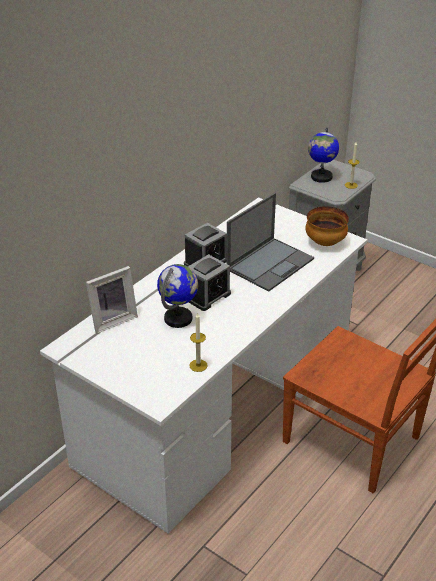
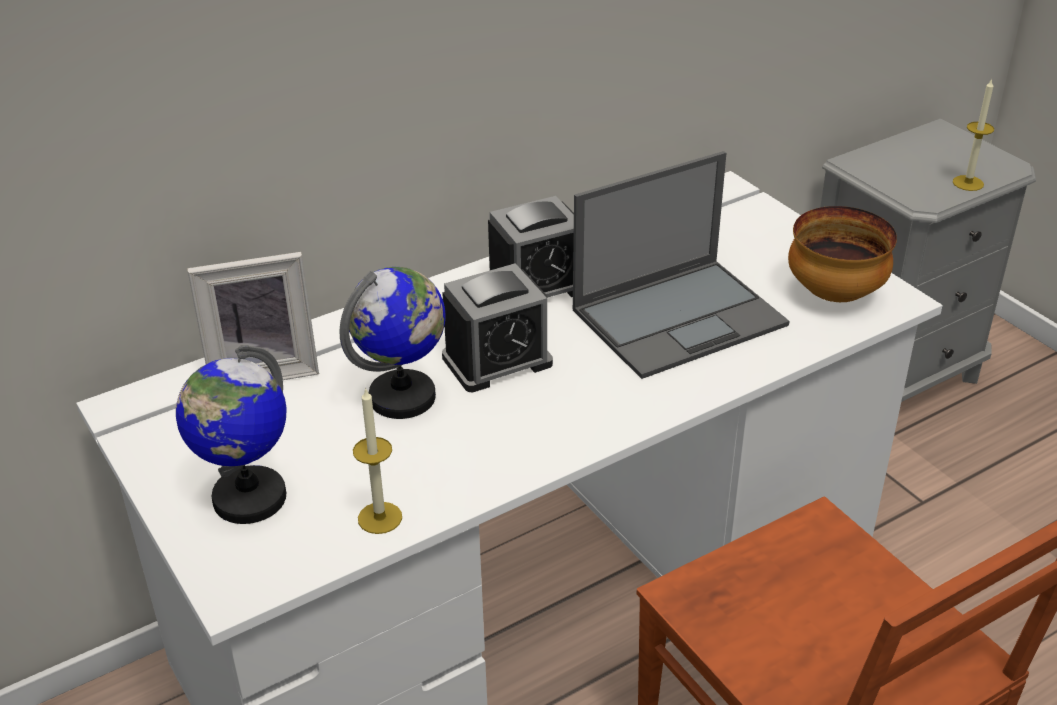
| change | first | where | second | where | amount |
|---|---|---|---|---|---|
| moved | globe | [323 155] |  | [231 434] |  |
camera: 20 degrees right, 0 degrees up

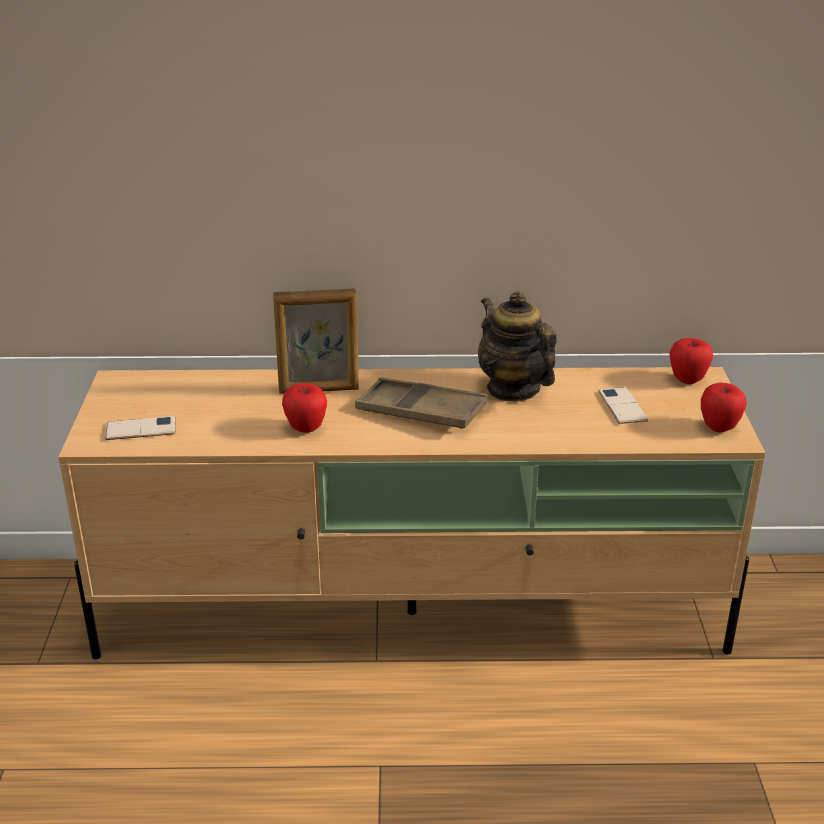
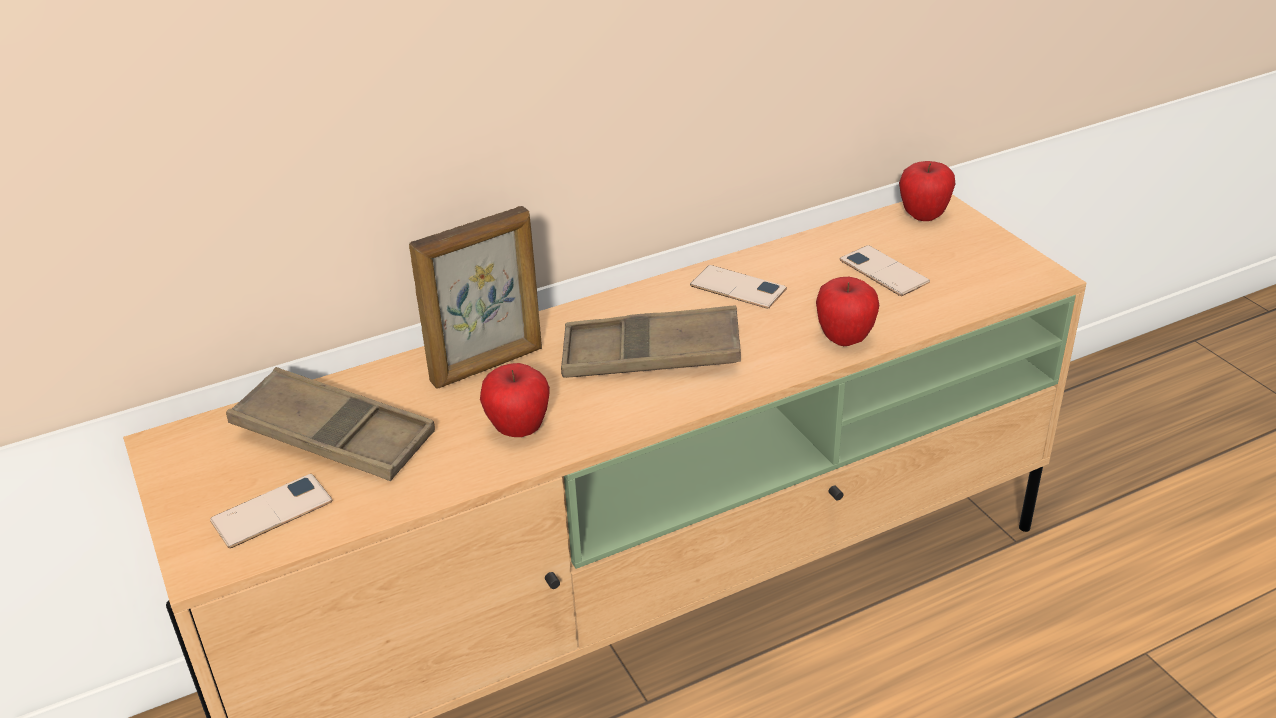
| change | first | where | second | where | amount |
|---|---|---|---|---|---|
| added |  |  | tray (brown) | [330 424] |  |
| replaced | teapot | [517 346] | phone | [738 287] |  |
| moved | apple | [724 407] |  | [847 311] |  |
camera: 25 degrees left, 5 degrees up

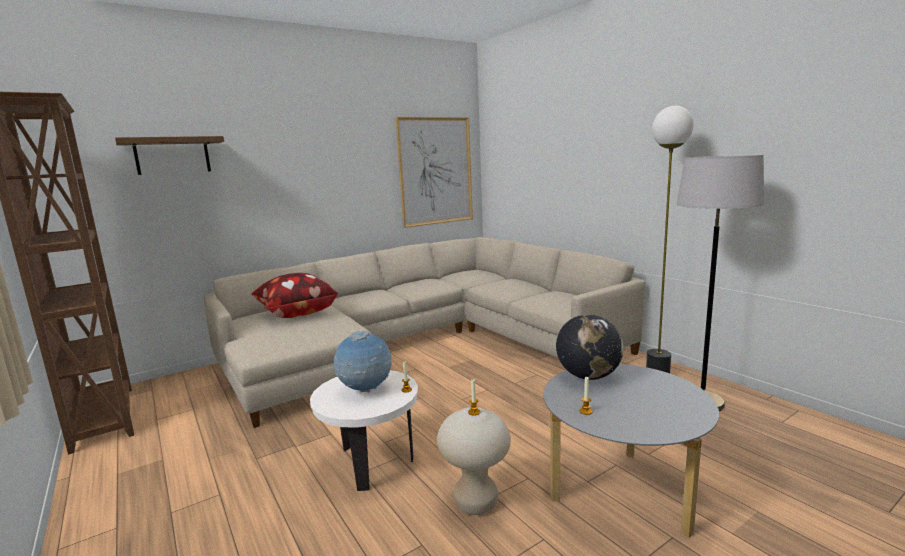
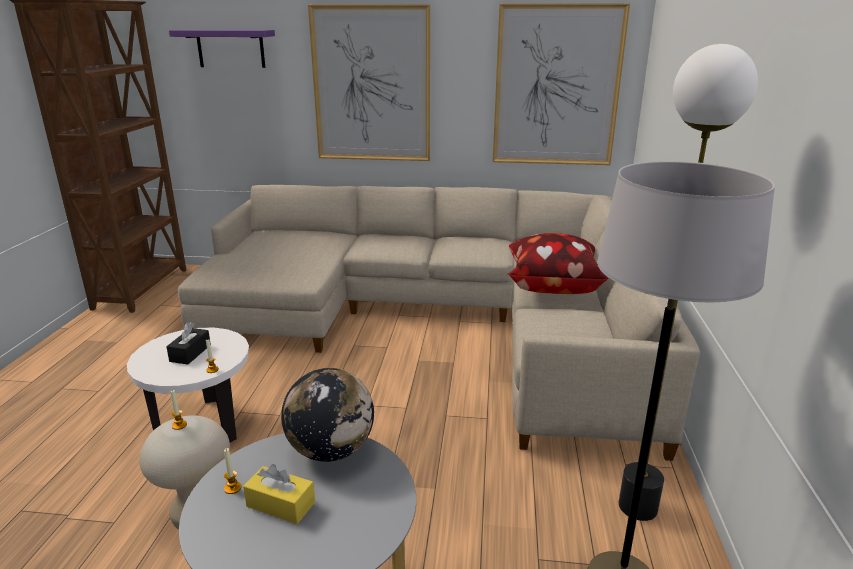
| change | first | where | second | where | amount |
|---|---|---|---|---|---|
| replaced | globe | [363 361] | tissue box (black) | [188 343] |  |
| recoloured | shelf (brown) | [169 155] | shelf (purple) | [222 49] |  |
| added |  |  | tissue box (yellow) | [279 494] |  |
| added |  |  | picture | [369 82] |  |
| moved | pillow | [295 295] |  | [557 263] |  |
camera: 40 degrees right, 10 degrees up

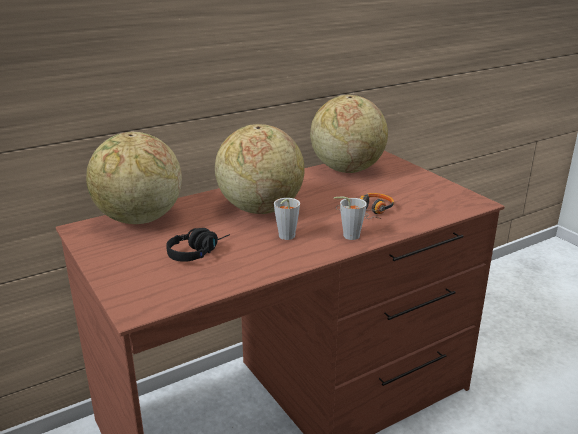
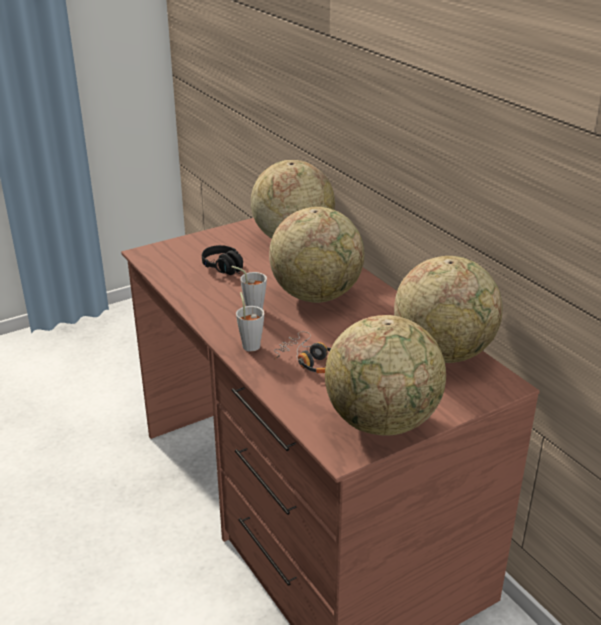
| change | first | where | second | where | amount |
|---|---|---|---|---|---|
| added |  |  | globe | [385 375] |  |
camera: 90 degrees right, 5 degrees up

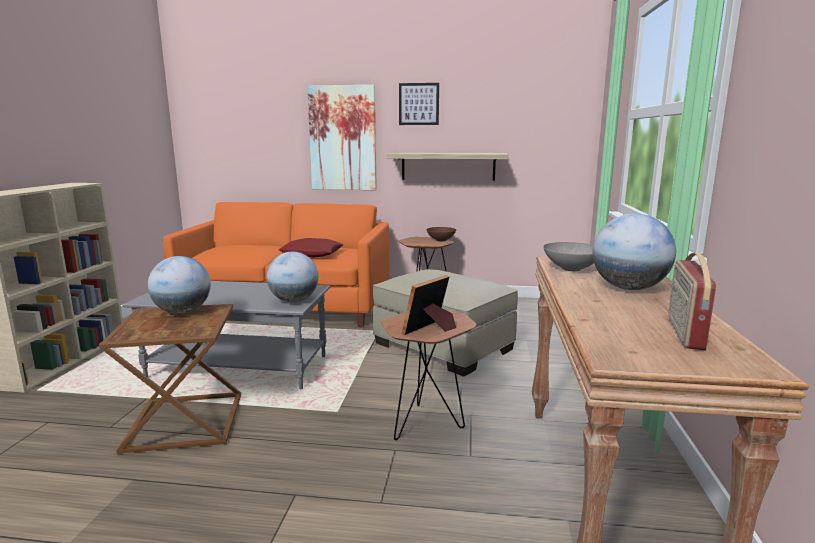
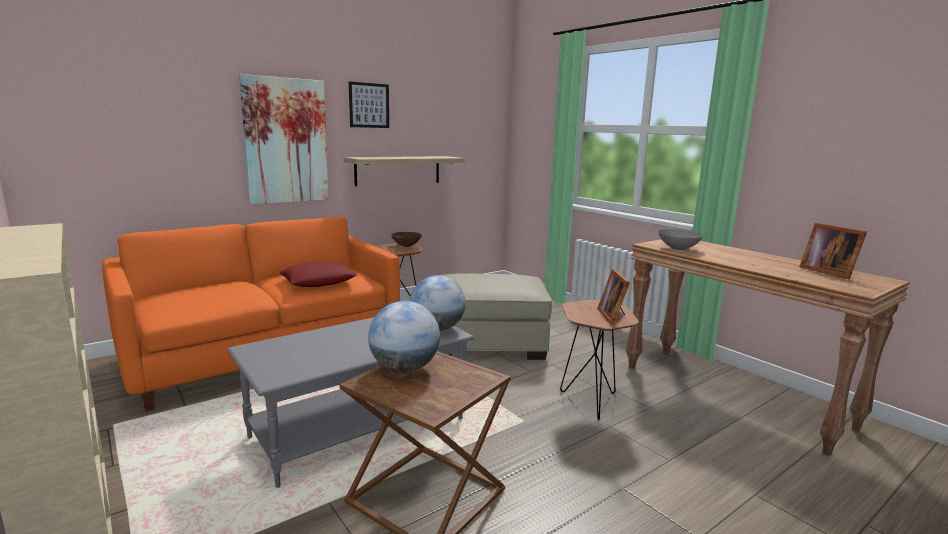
| change | first | where | second | where | amount |
|---|---|---|---|---|---|
| replaced | radio | [692 301] | picture frame | [833 251] |  |
| removed | globe | [634 252] |  |  |  |
camera: 45 degrees left, 0 degrees up

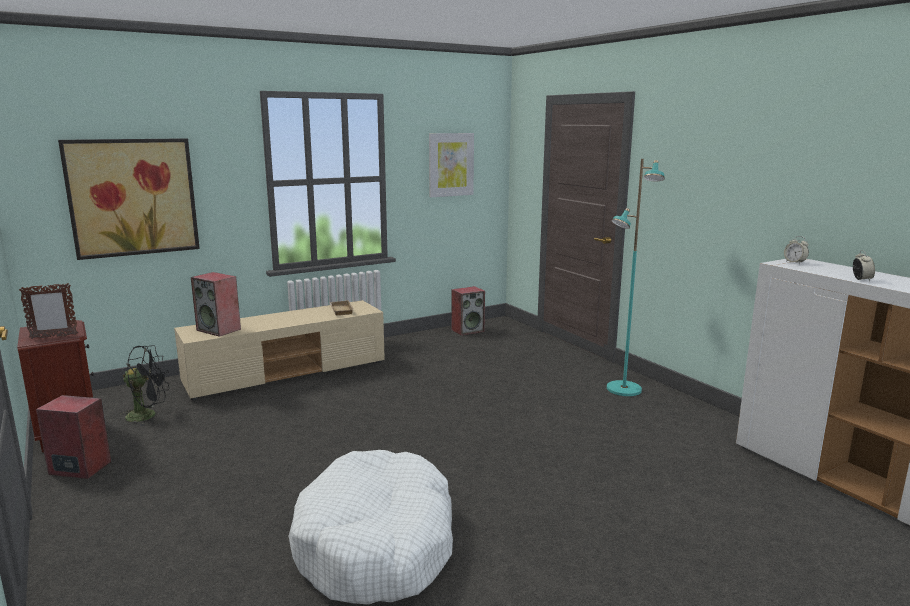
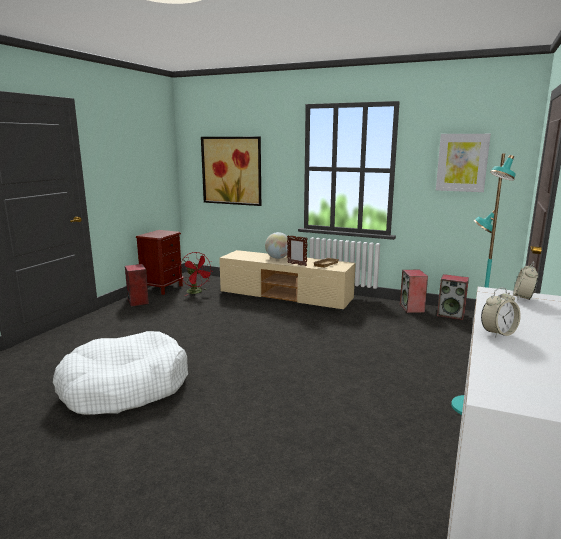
| change | first | where | second | where | amount |
|---|---|---|---|---|---|
| recoloured | fan (black) | [145 386] | fan (red) | [196 274] |  |
| added |  |  | globe | [277 245] |  |
| moved | picture frame | [48 311] |  | [297 250] |  |
| moved | speaker | [216 304] |  | [414 291] |  |
camera: 55 degrees right, 0 degrees up

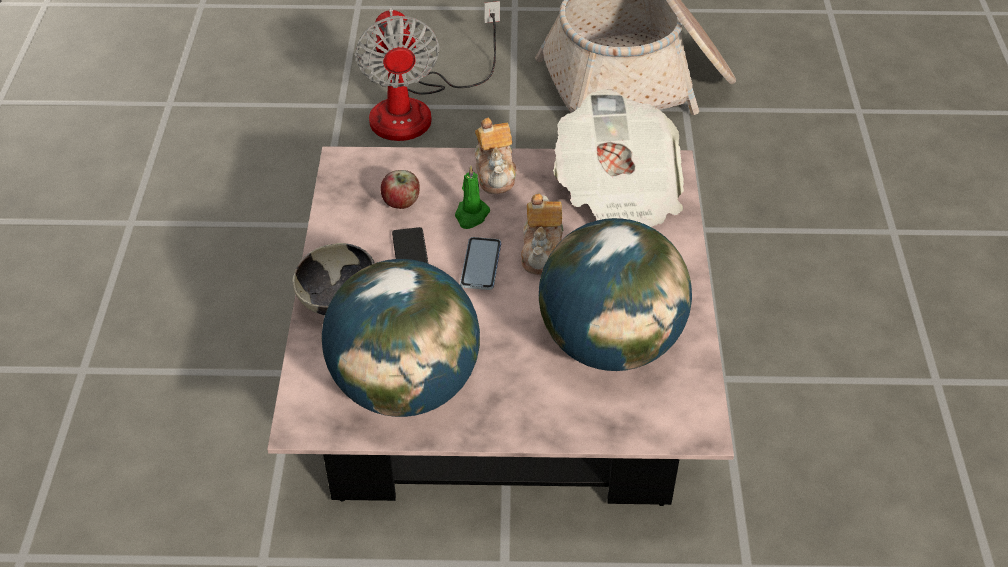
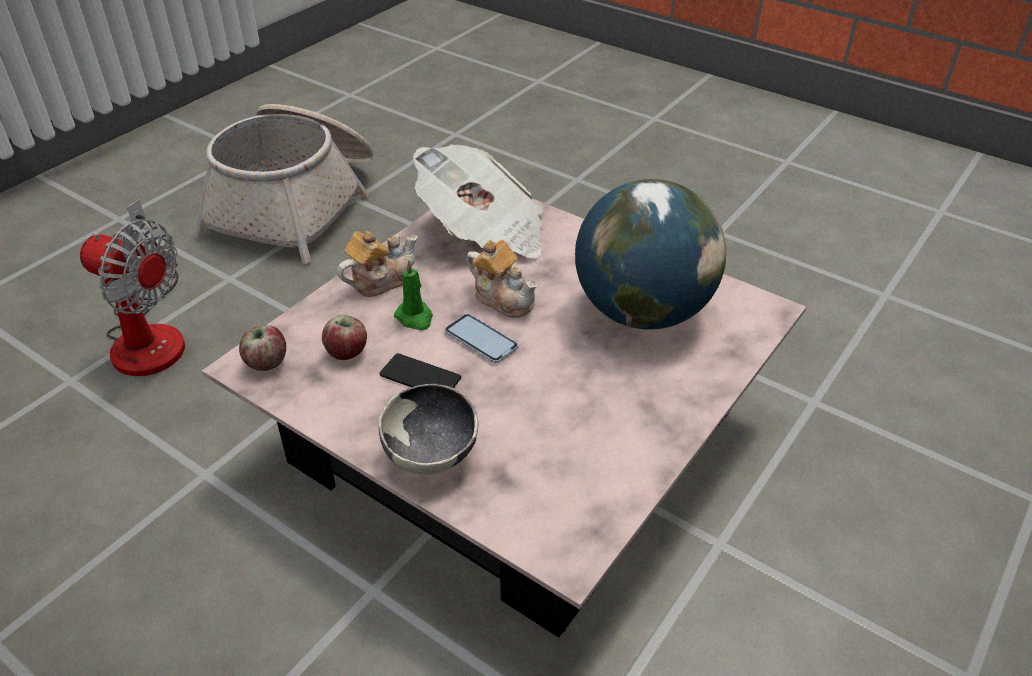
| change | first | where | second | where | amount |
|---|---|---|---|---|---|
| added |  |  | apple | [262 348] |  |
| turned | teapot | [495 156] |  | [377 264] | 60 degrees counterclockwise |
| removed | globe | [401 338] |  |  |  |
camera: 55 degrees left, 5 degrees down

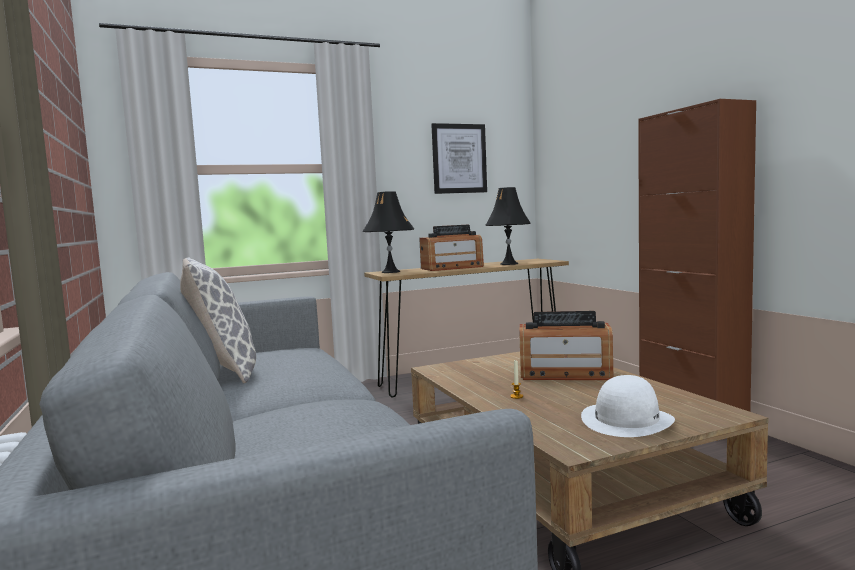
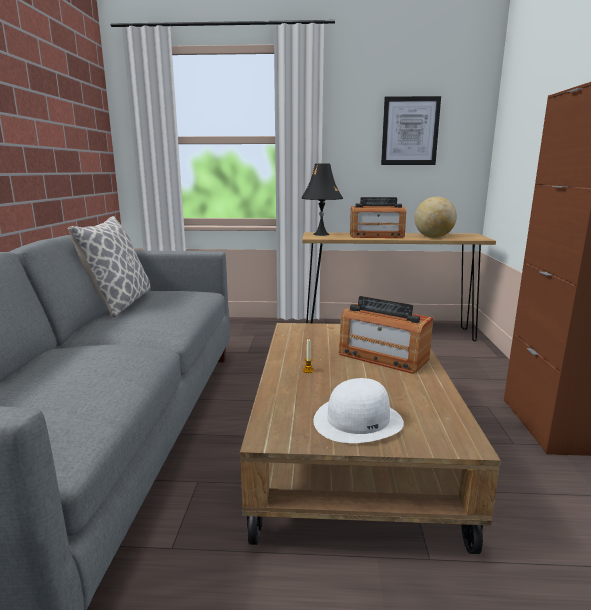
| change | first | where | second | where | amount |
|---|---|---|---|---|---|
| replaced | table lamp (black) | [508 226] | globe | [435 217] |  |
camera: 25 degrees right, 10 degrees up

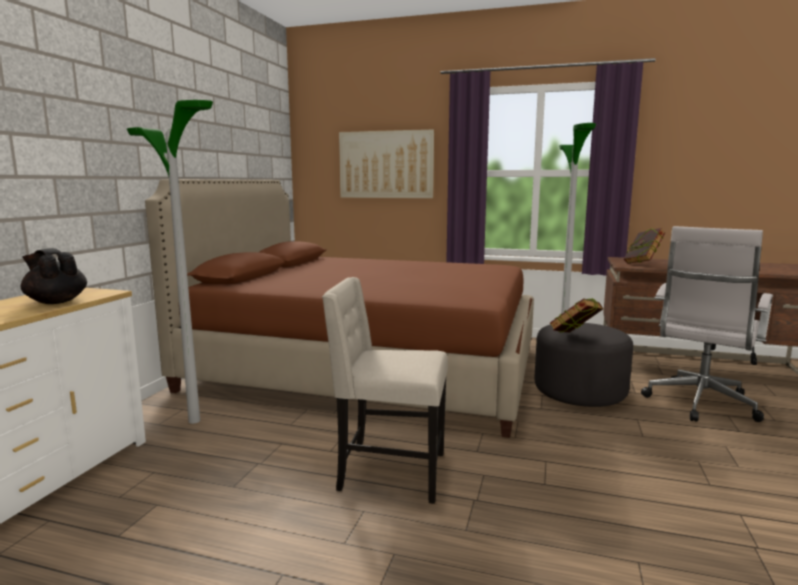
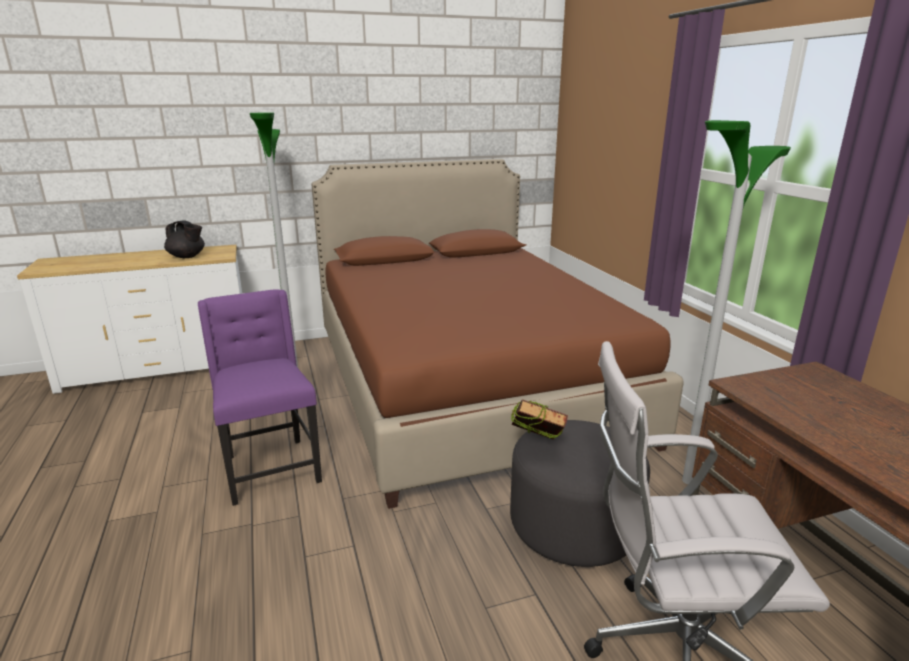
| change | first | where | second | where | amount |
|---|---|---|---|---|---|
| turned | teapot (black) | [54 276] |  | [184 239] | 120 degrees clockwise |
| recoloured | chair (beige) | [385 390] | chair (purple) | [260 397] |  |
| removed | picture | [387 164] |  |  |  |
| removed | book | [644 246] |  |  |  |
camera: 55 degrees right, 10 degrees up

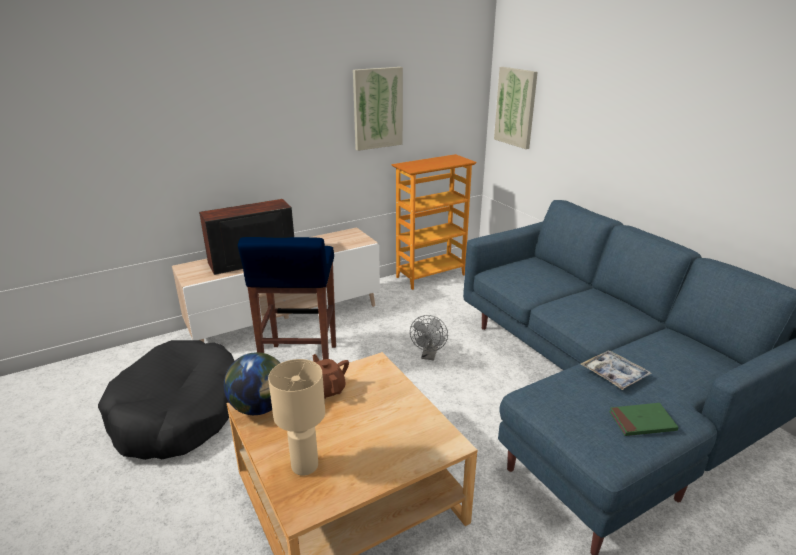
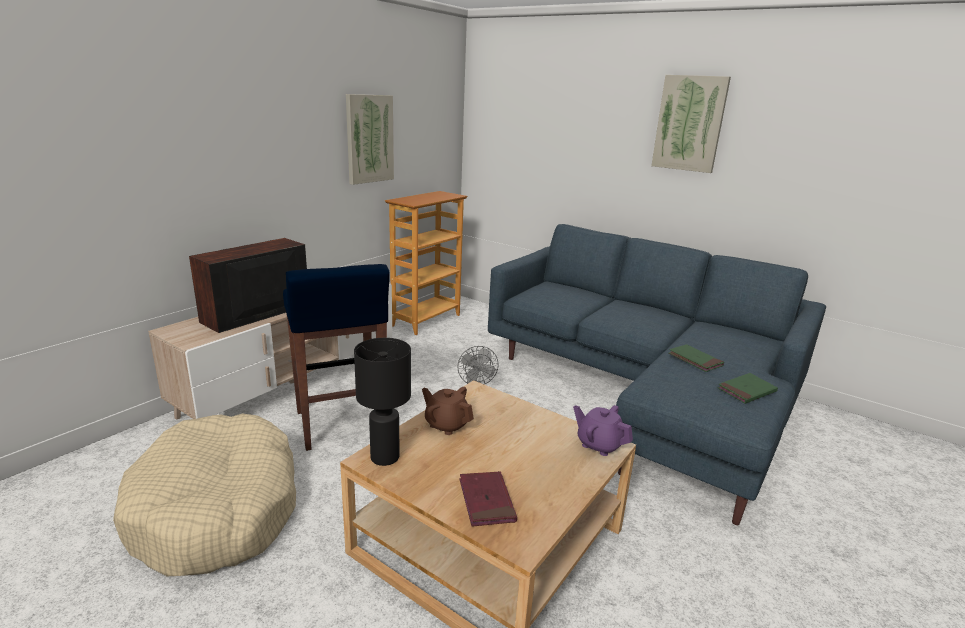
| change | first | where | second | where | amount |
|---|---|---|---|---|---|
| recoloured | dog bed (black) | [166 400] | dog bed (beige) | [204 494] |  |
| replaced | globe | [252 383] | table lamp (black) | [382 402] |  |
| replaced | table lamp (beige) | [296 417] | book (red) | [488 499] |  |
| added |  |  | teapot (purple) | [603 430] |  |
| moved | picture | [516 108] |  | [691 124] |  |
| replaced | tray | [616 370] | book (green) | [696 358] |  |
camera: 25 degrees left, 5 degrees down

